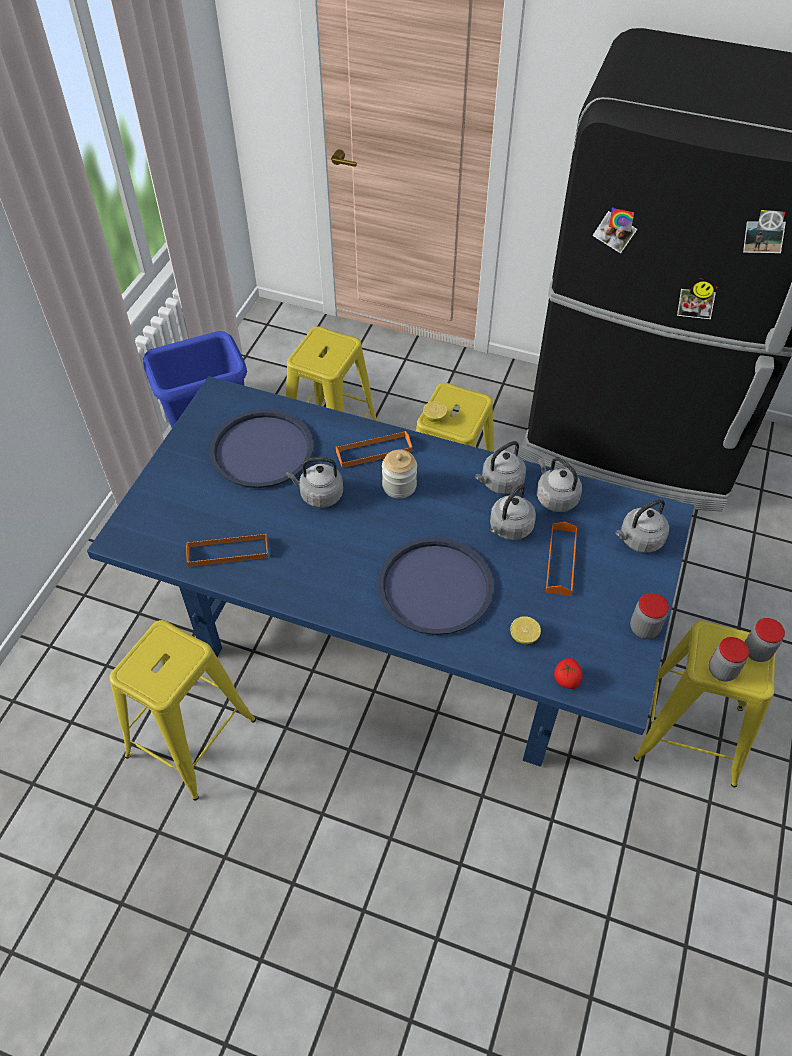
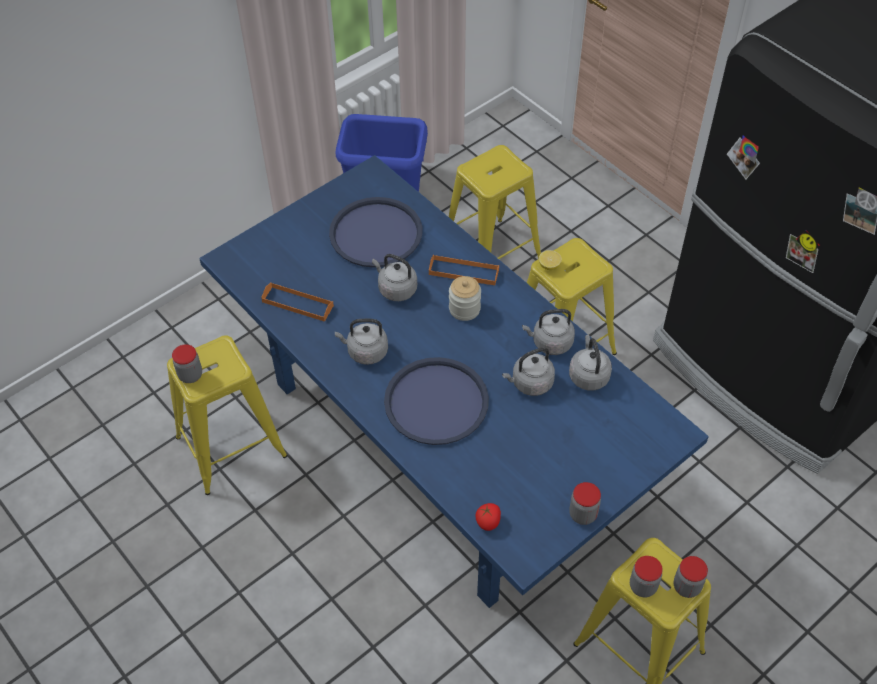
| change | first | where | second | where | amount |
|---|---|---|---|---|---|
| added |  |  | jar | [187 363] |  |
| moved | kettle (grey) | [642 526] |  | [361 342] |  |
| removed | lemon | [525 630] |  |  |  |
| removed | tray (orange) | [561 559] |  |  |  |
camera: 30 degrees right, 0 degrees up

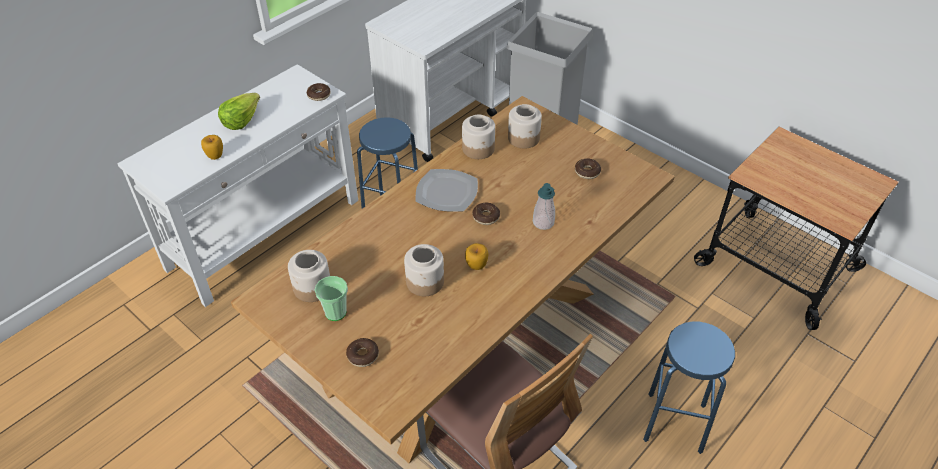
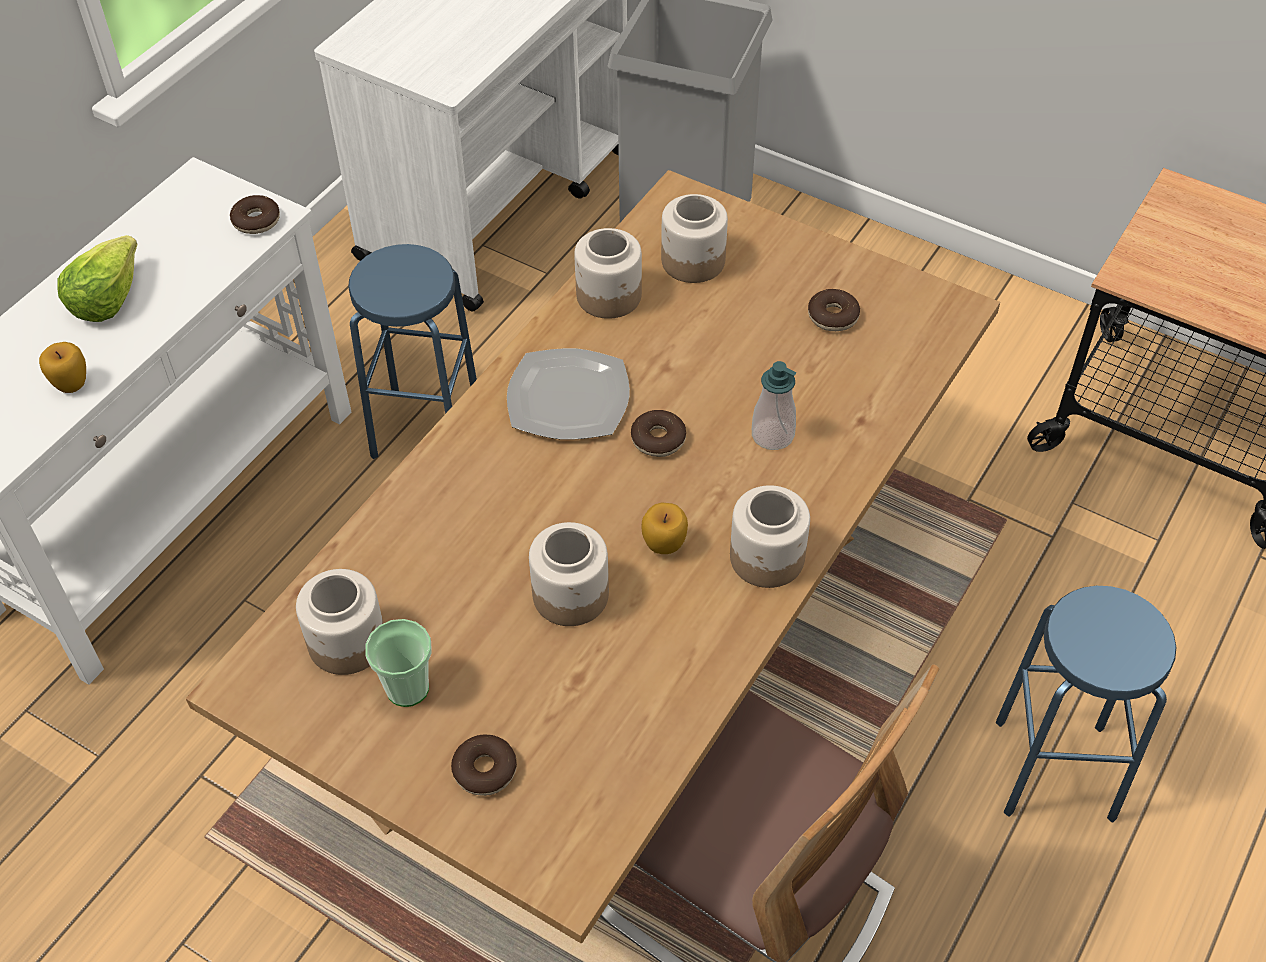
| change | first | where | second | where | amount |
|---|---|---|---|---|---|
| added |  |  | jar | [770 536] |  |
camera: 10 degrees left, 5 degrees up

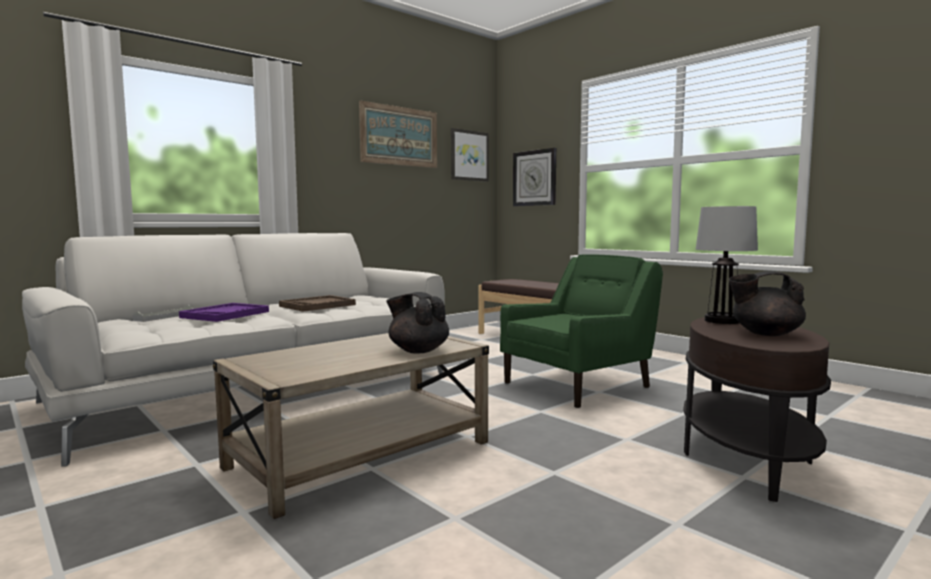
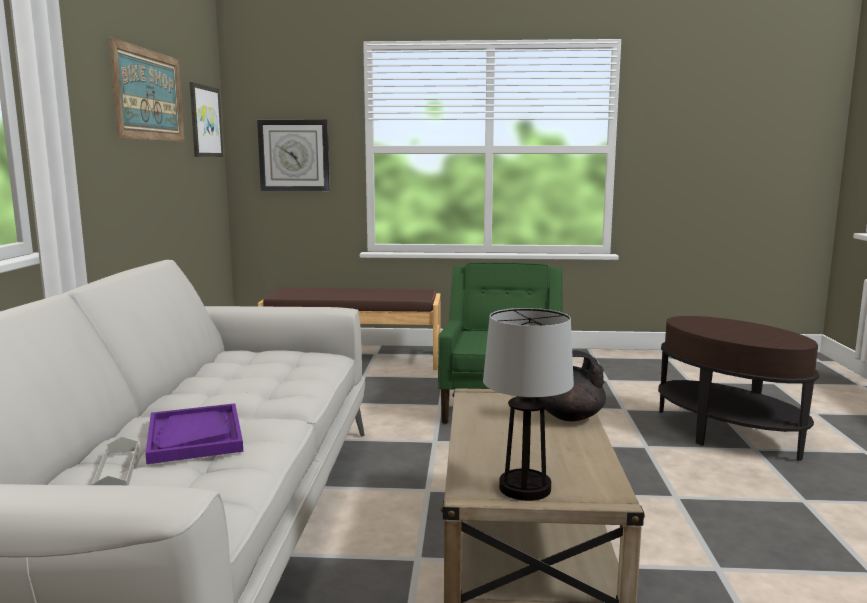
| change | first | where | second | where | amount |
|---|---|---|---|---|---|
| moved | table lamp | [727 265] |  | [528 404] |  |
| removed | tray (brown) | [317 303] |  |  |  |
| removed | teapot (black) | [767 303] |  |  |  |
camera: 45 degrees left, 5 degrees up

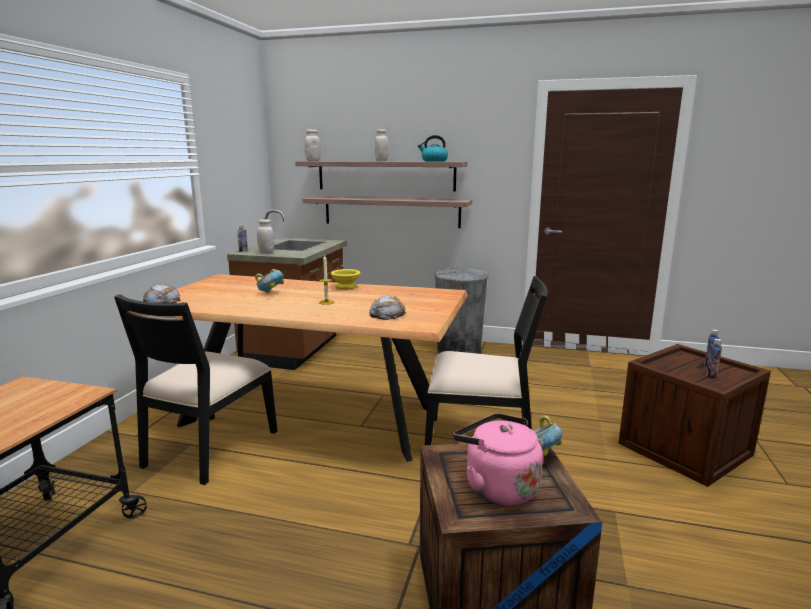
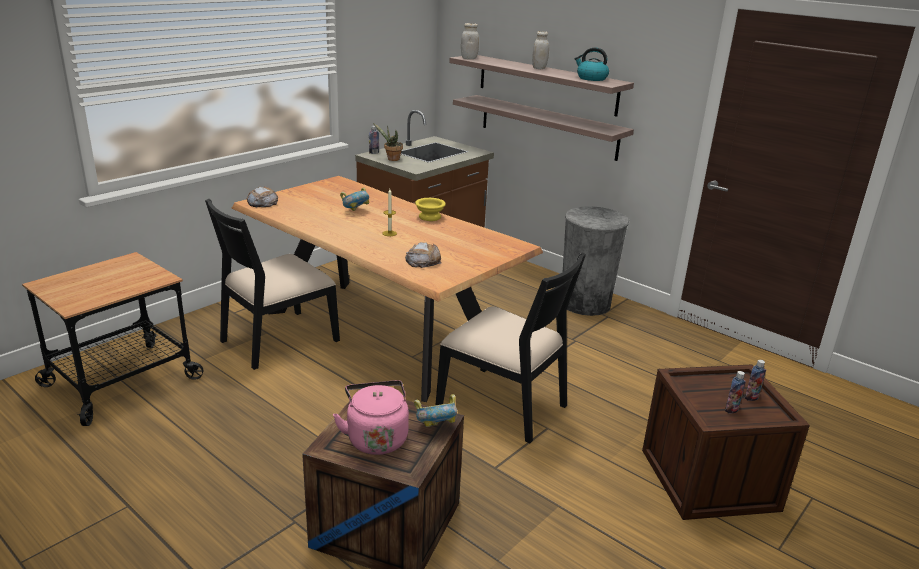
| change | first | where | second | where | amount |
|---|---|---|---|---|---|
| replaced | jar (white) | [265 236] | potted plant | [388 142] |  |
camera: 25 degrees right, 10 degrees up

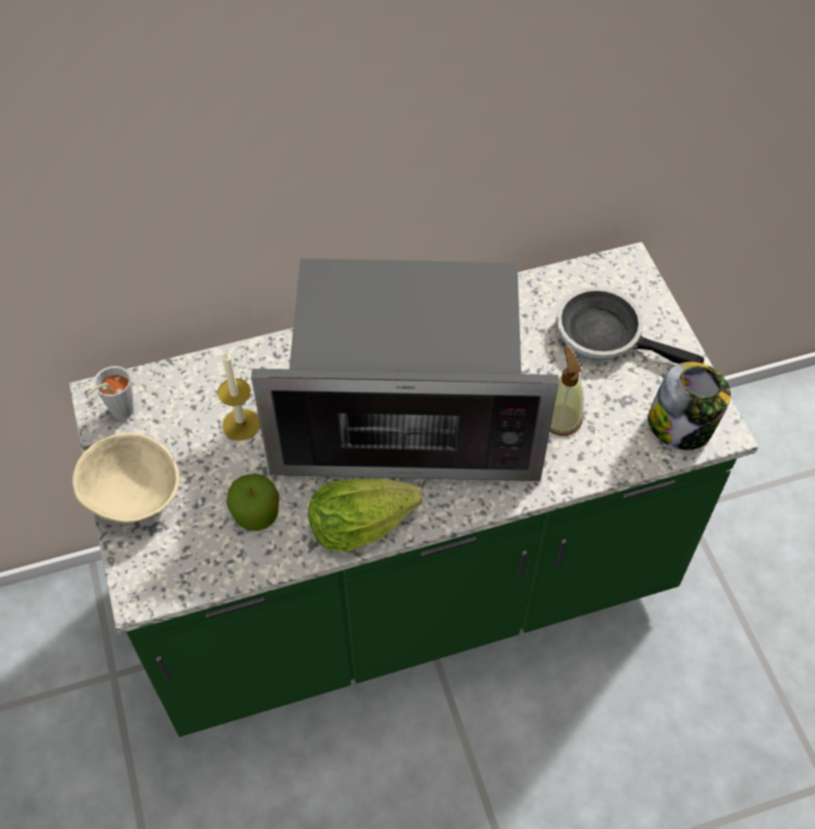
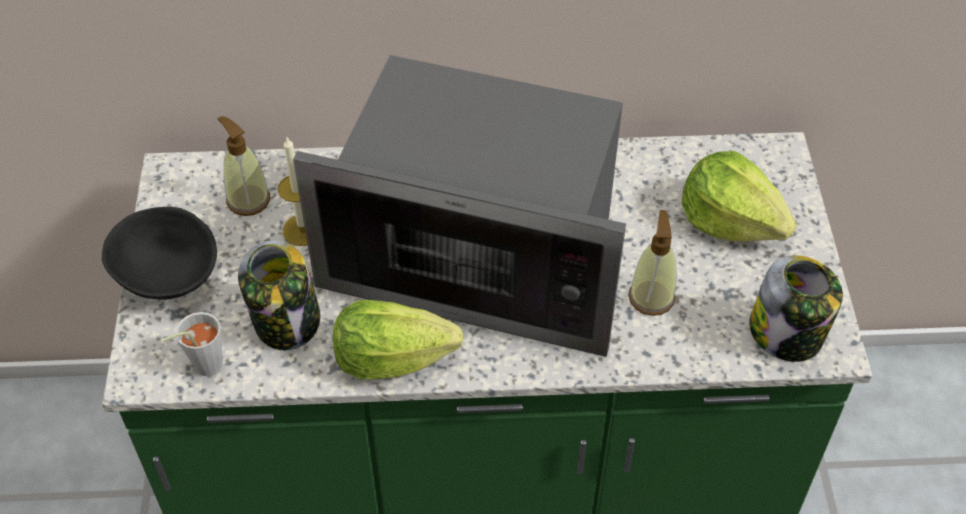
| change | first | where | second | where | amount |
|---|---|---|---|---|---|
| recoloured | bowl (beige) | [126 477] | bowl (black) | [159 253] |  |
| moved | cup (grey) | [110 392] |  | [192 344] |  |
| added |  |  | soap dispenser | [243 166] |  |
| replaced | apple | [252 502] | jar | [279 296] |  |
| replaced | frying pan | [630 325] | lettuce | [739 196] |  |
camera: 15 degrees right, 5 degrees down

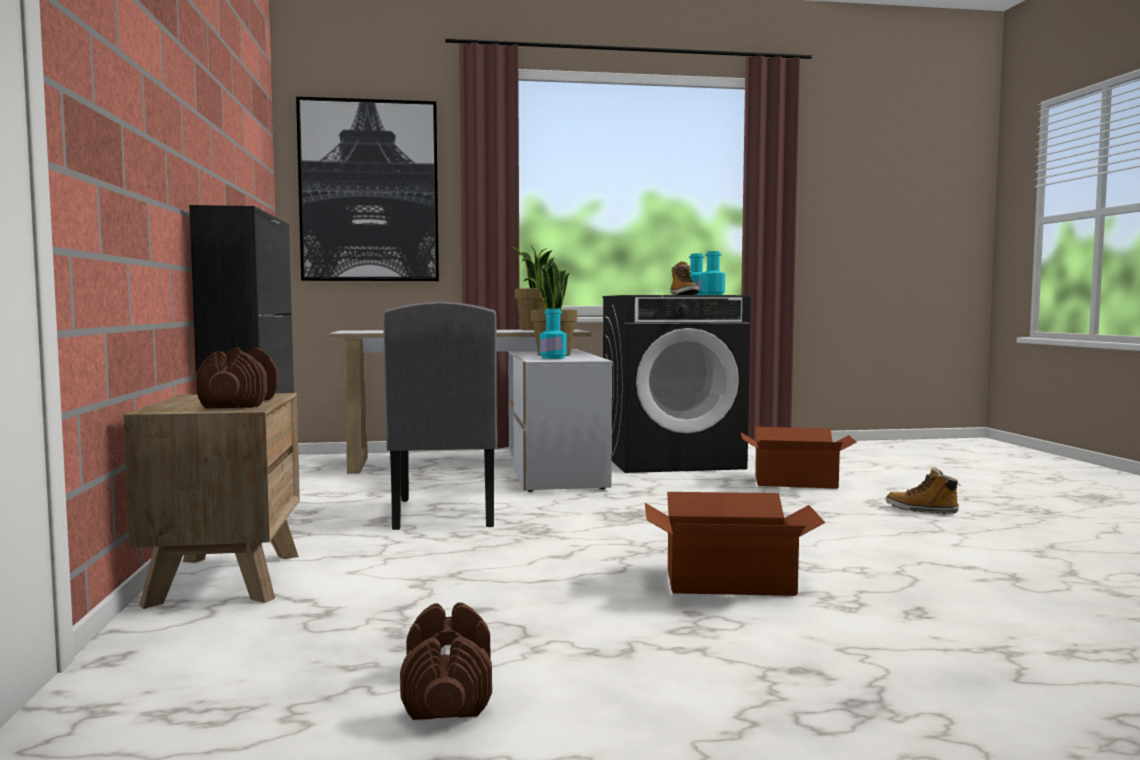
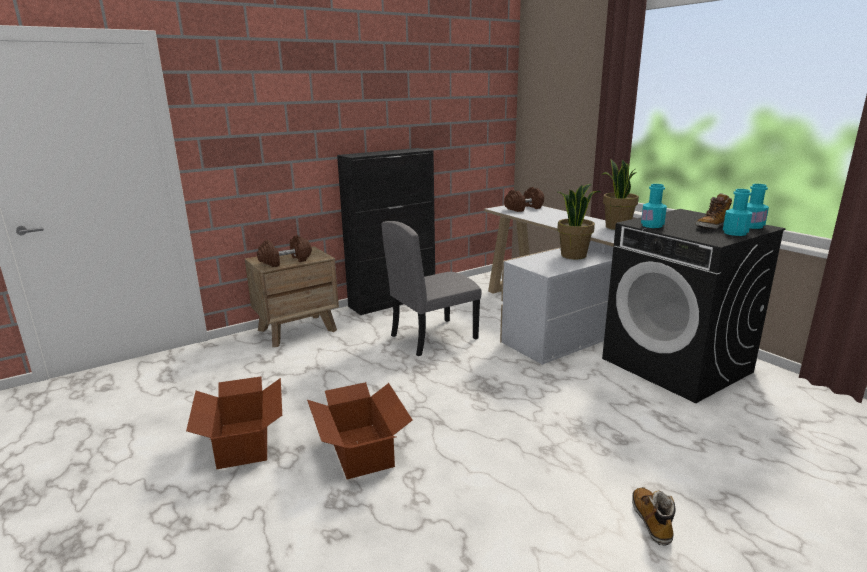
| change | first | where | second | where | amount |
|---|---|---|---|---|---|
| moved | cardboard box | [799 458] |  | [234 423] |  |
| moved | dumbbell (brown) | [446 661] |  | [524 199] |  |
| moved | bottle (turquoise) | [553 333] |  | [654 206] |  |
| removed | picture | [367 189] |  |  |  |
camera: 65 degrees right, 15 degrees up

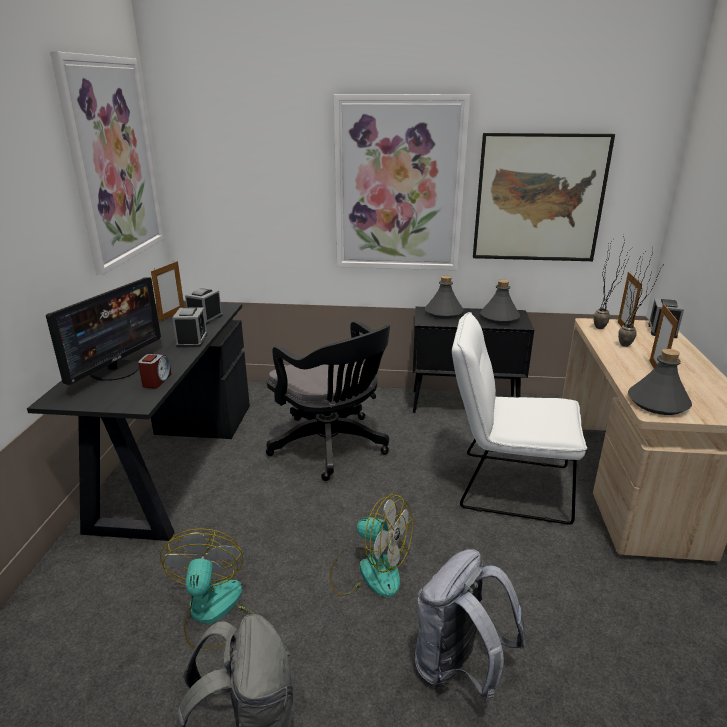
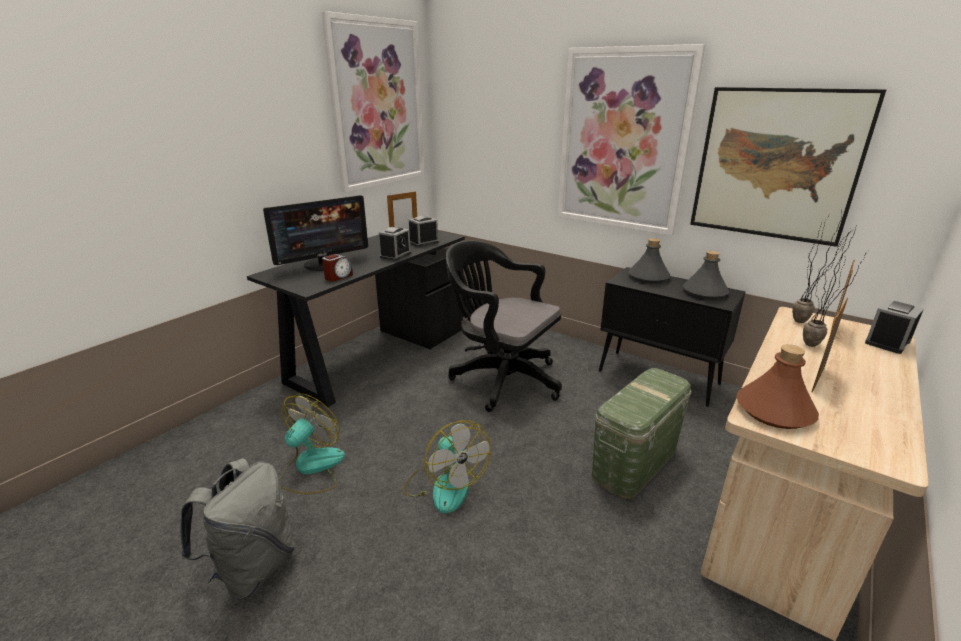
| change | first | where | second | where | amount |
|---|---|---|---|---|---|
| turned | office chair (black) | [328 401] |  | [504 326] | 135 degrees clockwise |
| replaced | chair (white) | [519 418] | storage box (green) | [641 433] |  |
| recoloured | bottle (grey) | [660 382] | bottle (brown) | [777 386] |  |
| removed | backpack (grey) | [470 625] |  |  |  |
camera: 30 degrees right, 0 degrees up

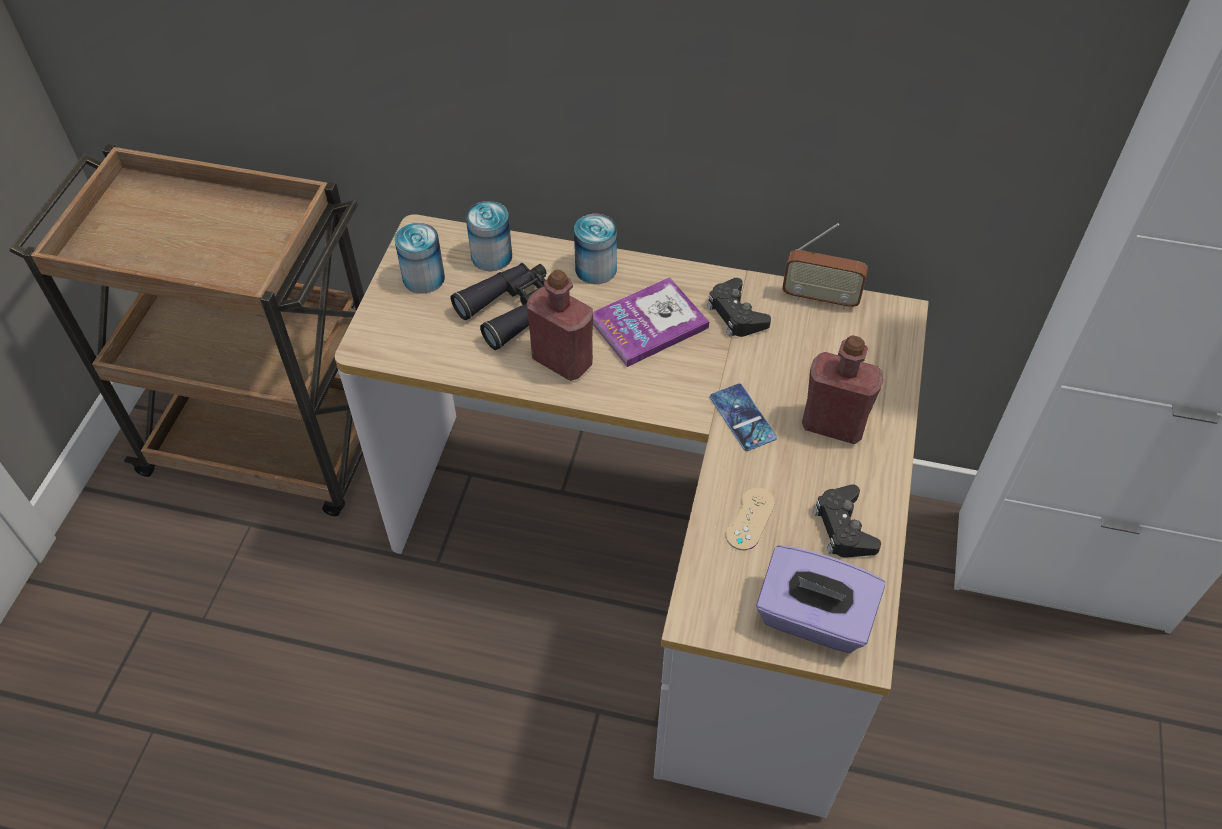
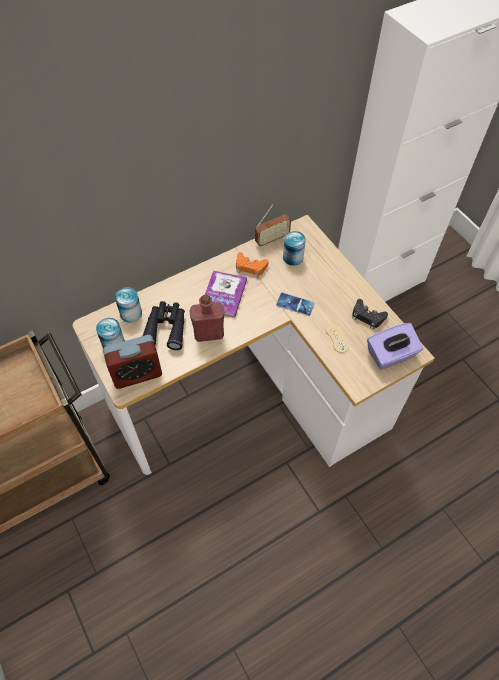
| change | first | where | second | where | amount |
|---|---|---|---|---|---|
| added |  |  | alarm clock | [132 362] |  |
| recoloured | game controller (black) | [739 307] | game controller (orange) | [252 265] |  |
| moved | can | [595 249] |  | [294 248] |  |
| removed | bottle (red) | [843 389] |  |  |  |
camera: 45 degrees left, 5 degrees up

